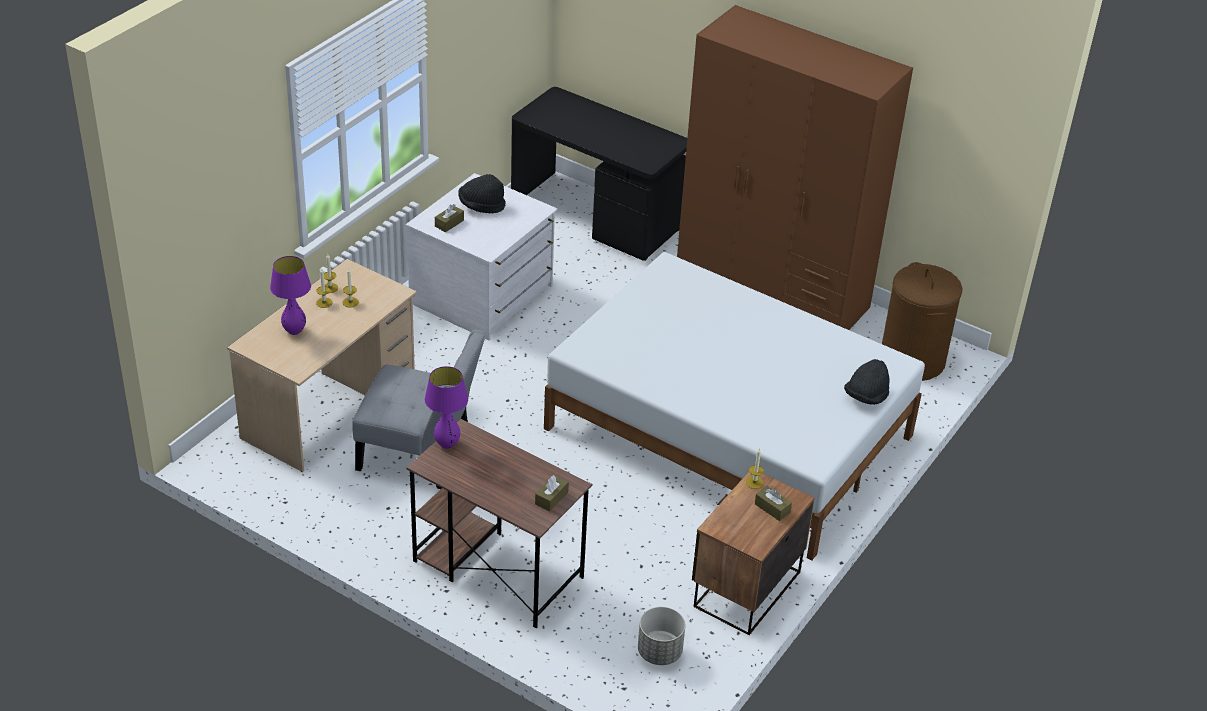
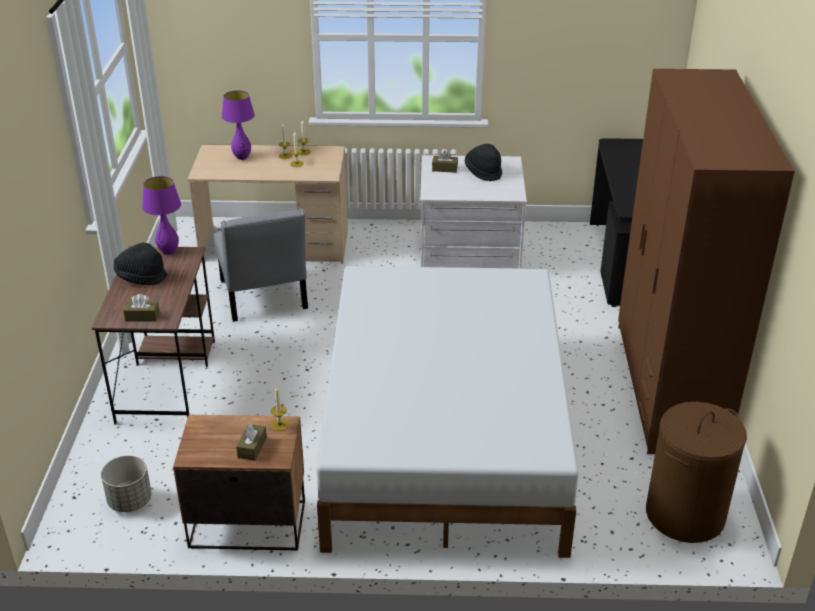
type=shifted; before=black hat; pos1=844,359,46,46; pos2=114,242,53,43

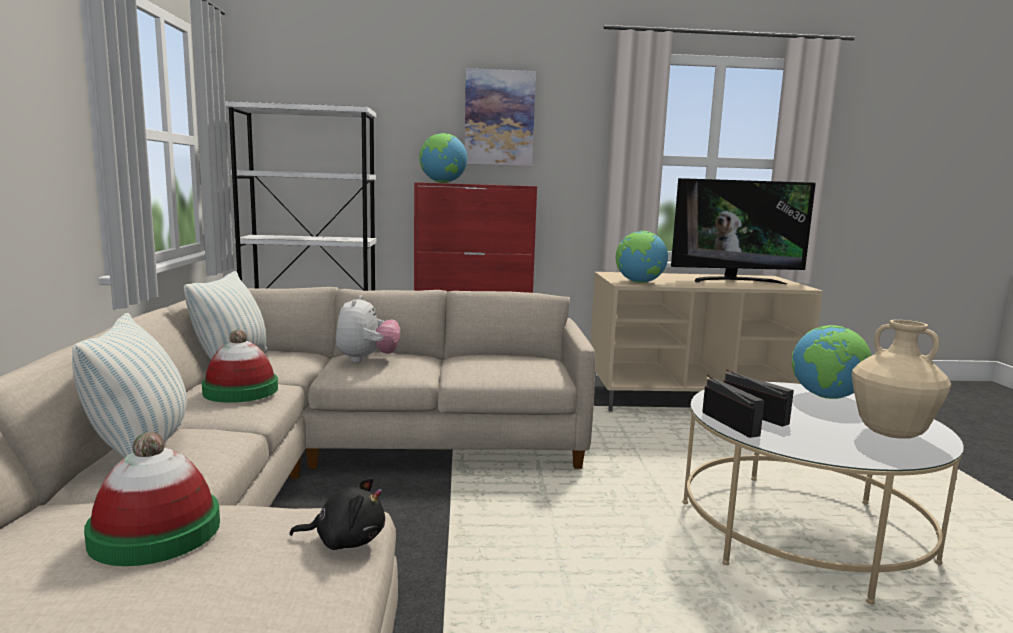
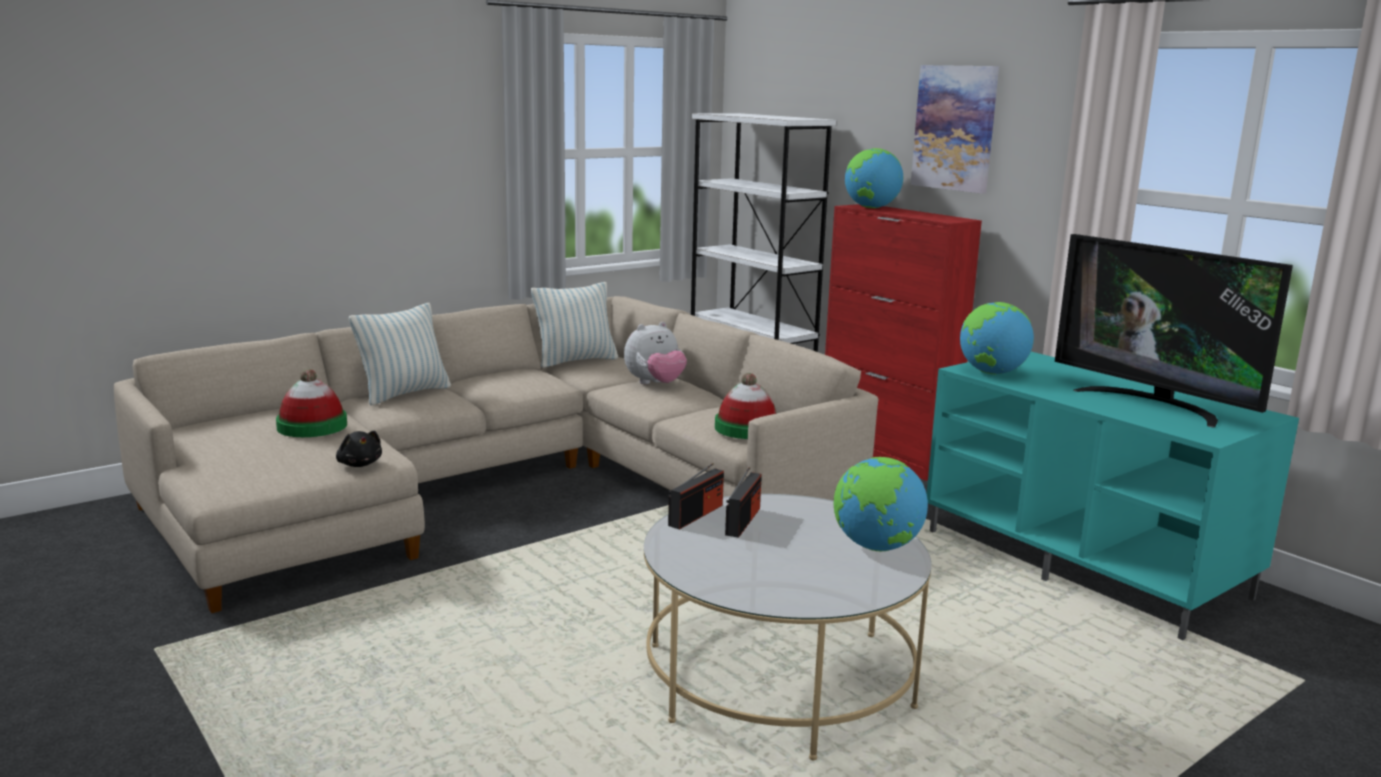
type=shifted; before=hat; pos1=202,330,76,73; pos2=715,373,61,66
type=repainted; before=beige tv stand; after=turquoise tv stand; pos1=591,272,232,139; pos2=927,352,372,288
type=gone; before=beige vase; pos1=852,320,99,119

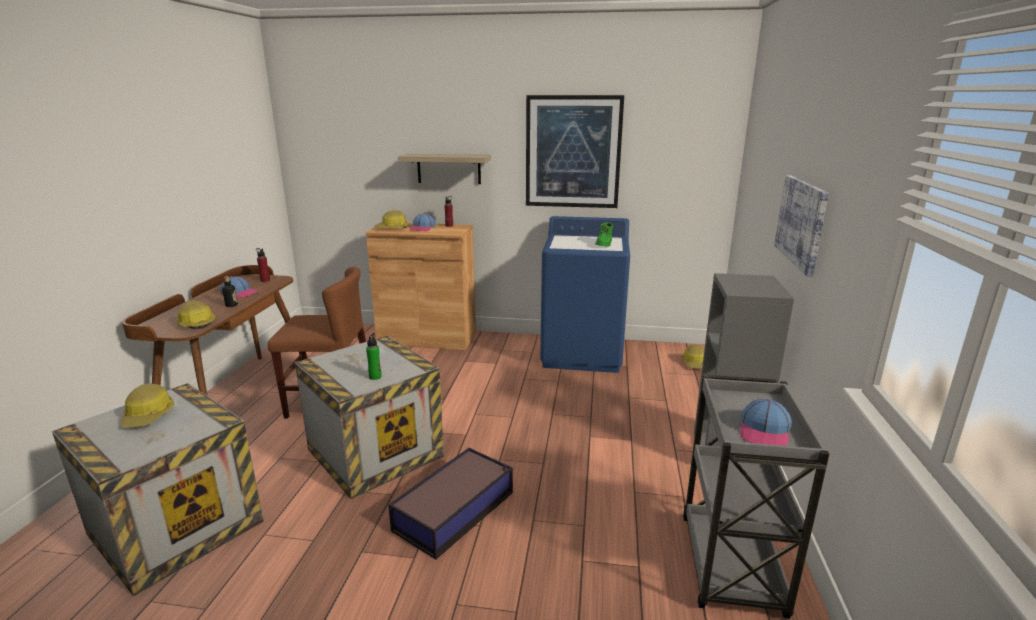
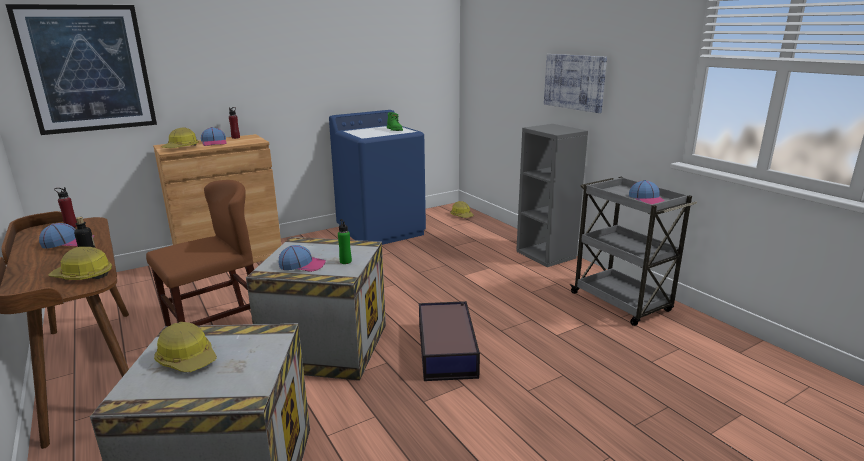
type=shifted; before=picture; pos1=526,95,98,113; pos2=6,4,151,131
type=new; after=cap; pos2=279,245,47,27
type=gone; before=shelf; pos1=398,154,93,30

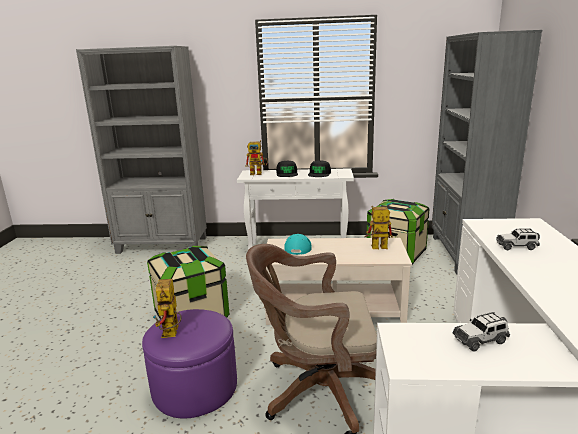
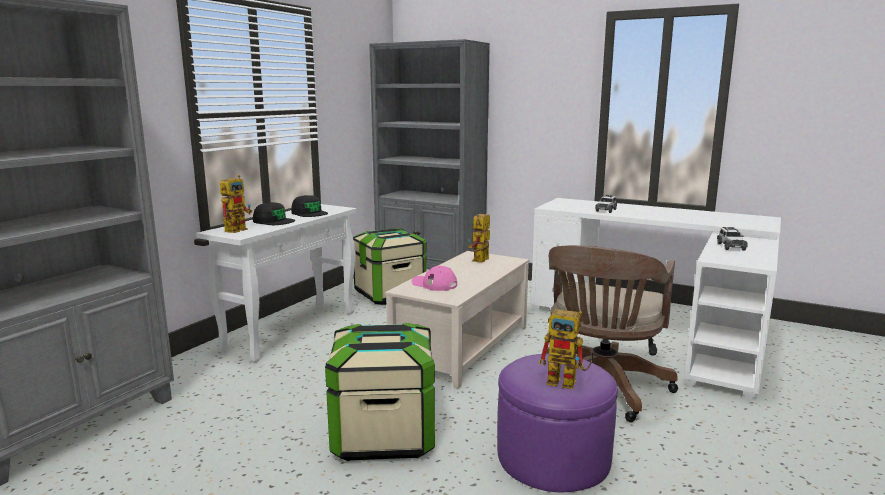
type=repainted; before=turquoise cap; after=pink cap; pos1=284,234,27,21; pos2=412,266,45,25

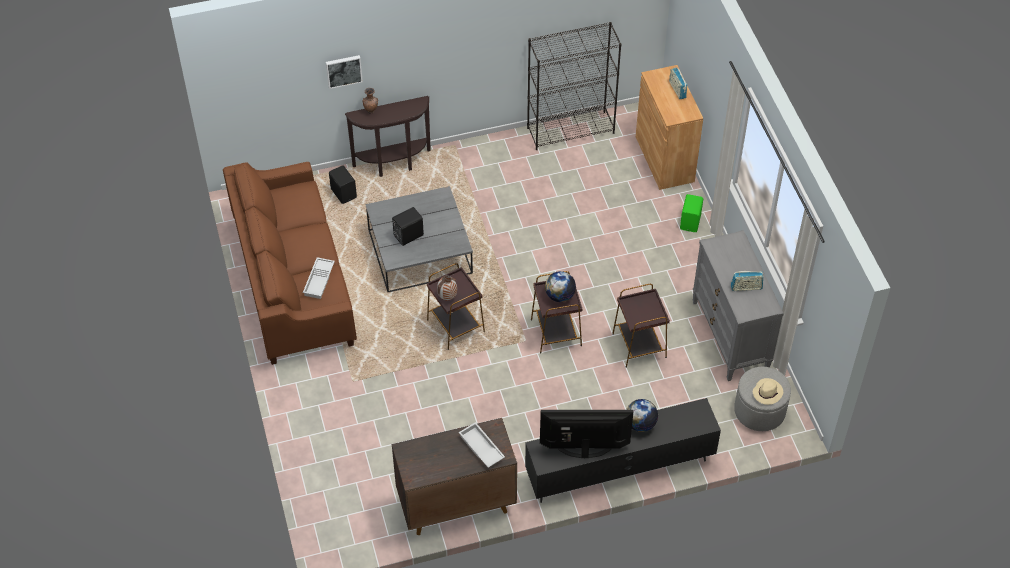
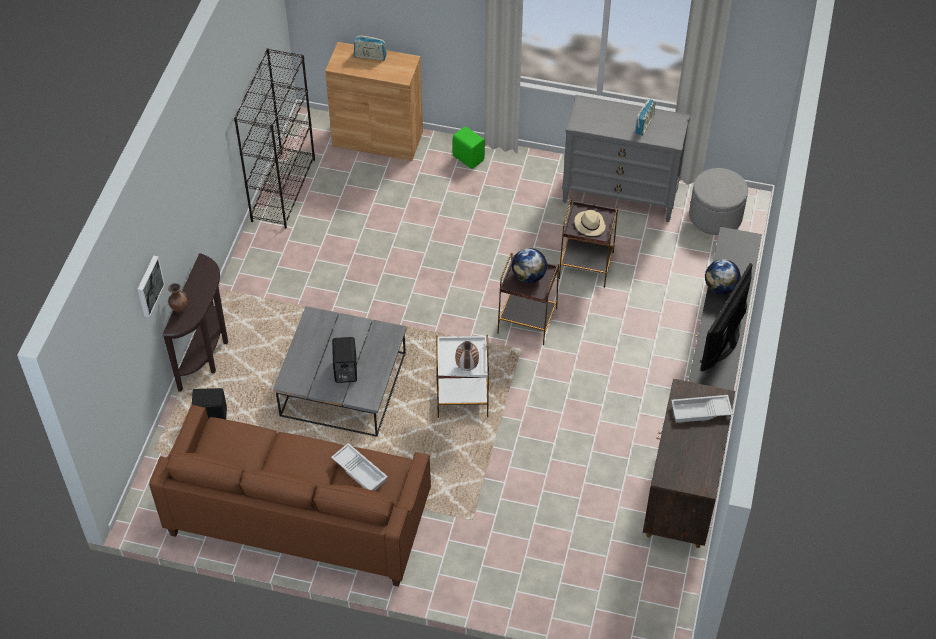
type=repainted; before=brown side table; after=white side table; pos1=427,263,58,87; pos2=436,335,53,84
type=shifted; before=beige hat; pos1=753,378,30,27; pos2=574,210,32,26

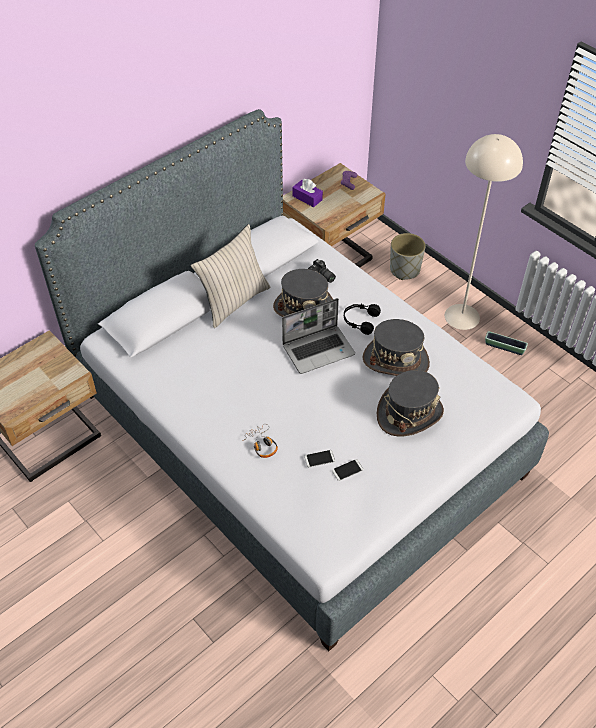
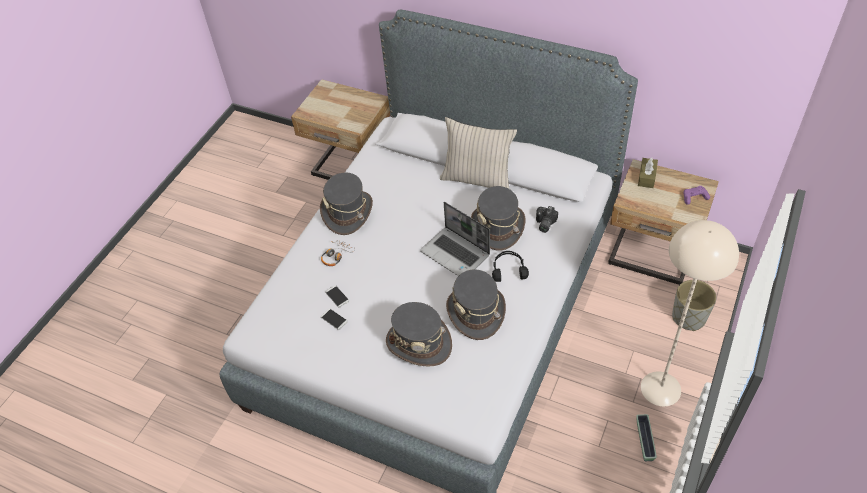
type=new; after=grey hat; pos2=320,172,53,63
type=repainted; before=purple tissue box; after=brown tissue box; pos1=293,179,30,28; pos2=638,157,20,31

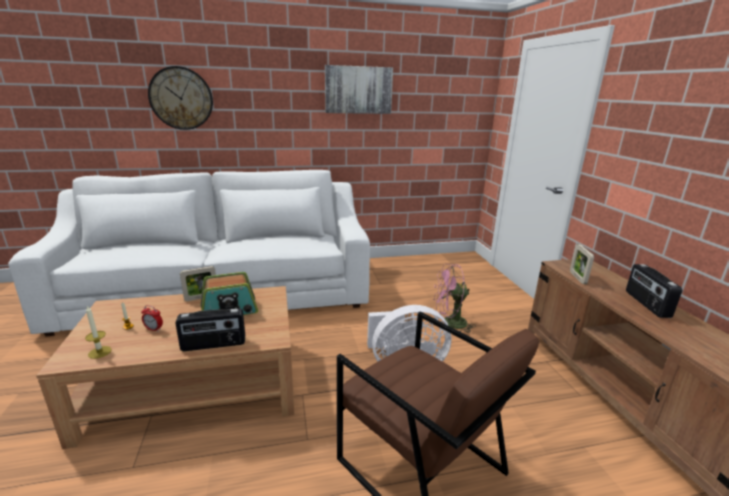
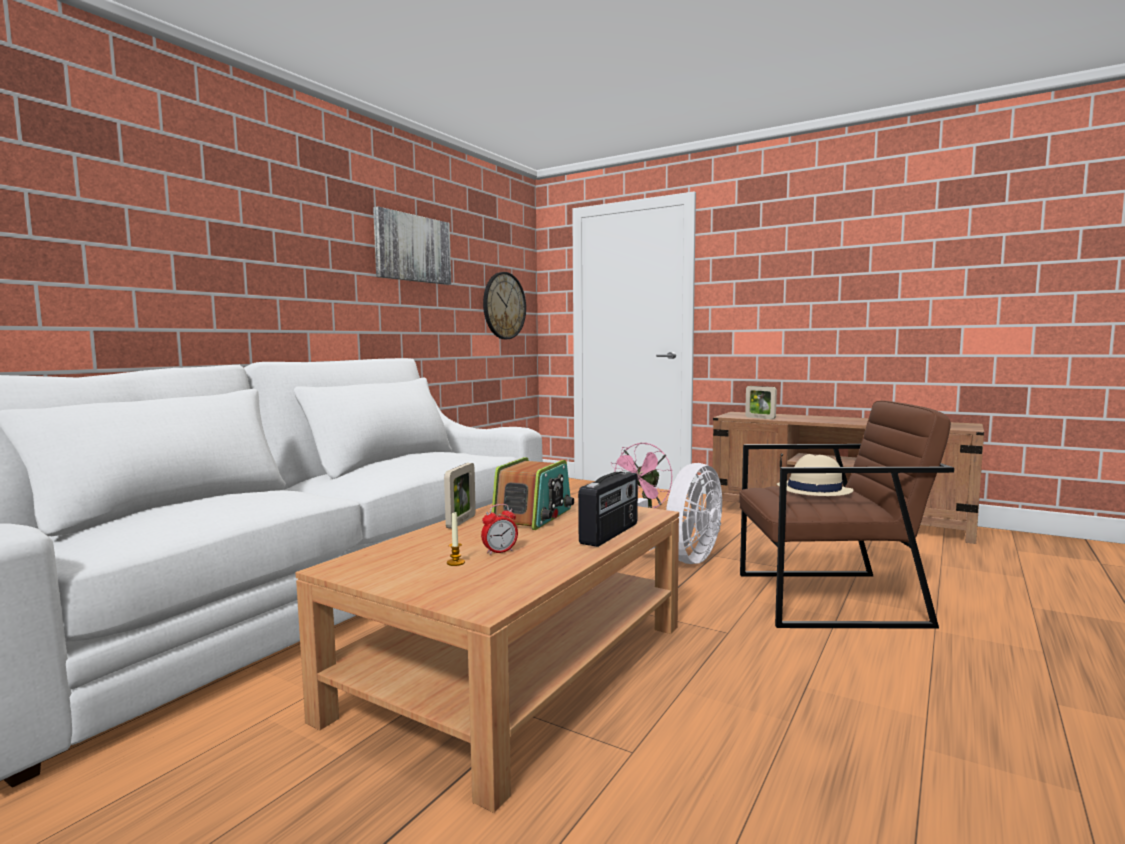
type=shifted; before=wall clock; pos1=148,66,65,64; pos2=483,272,43,67
type=new; after=beige hat; pos2=777,454,76,42
type=gone; before=candle; pos1=85,306,27,53
type=gone; before=radio; pos1=626,264,56,54

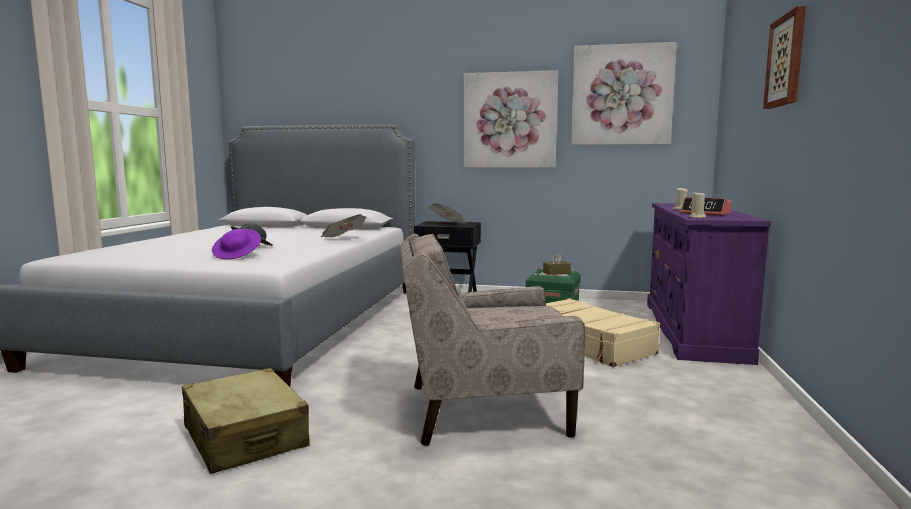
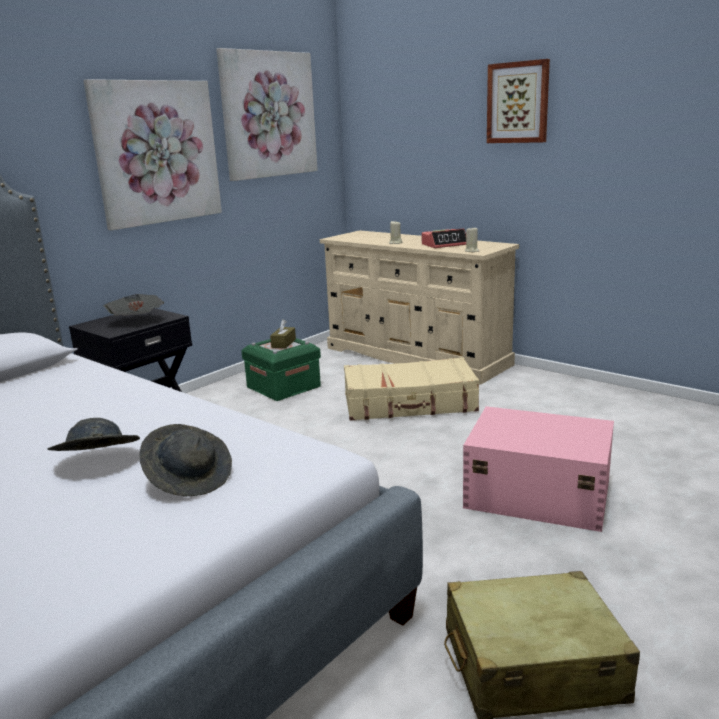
type=repainted; before=purple hat; after=grey hat; pos1=212,229,49,30; pos2=140,424,92,72
type=repainted; before=purple dresser; after=beige dresser; pos1=647,203,124,162; pos2=320,230,199,155
type=swapped; before=beige armchair; after=pink storage box; pos1=400,234,185,212; pos2=463,406,151,126
type=gone; before=newspaper; pos1=320,214,47,23

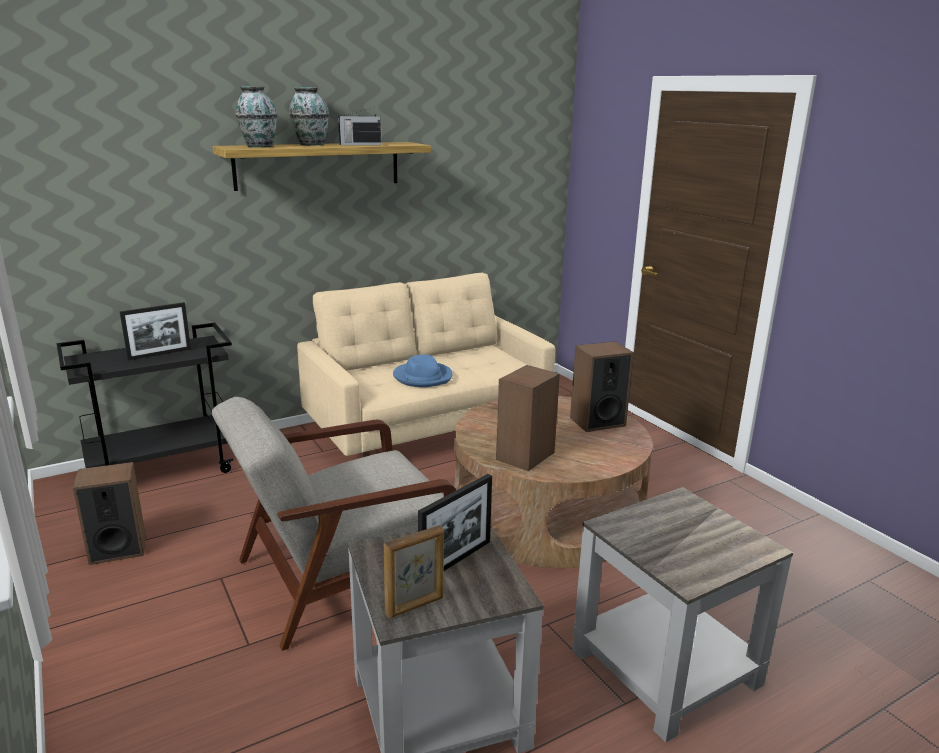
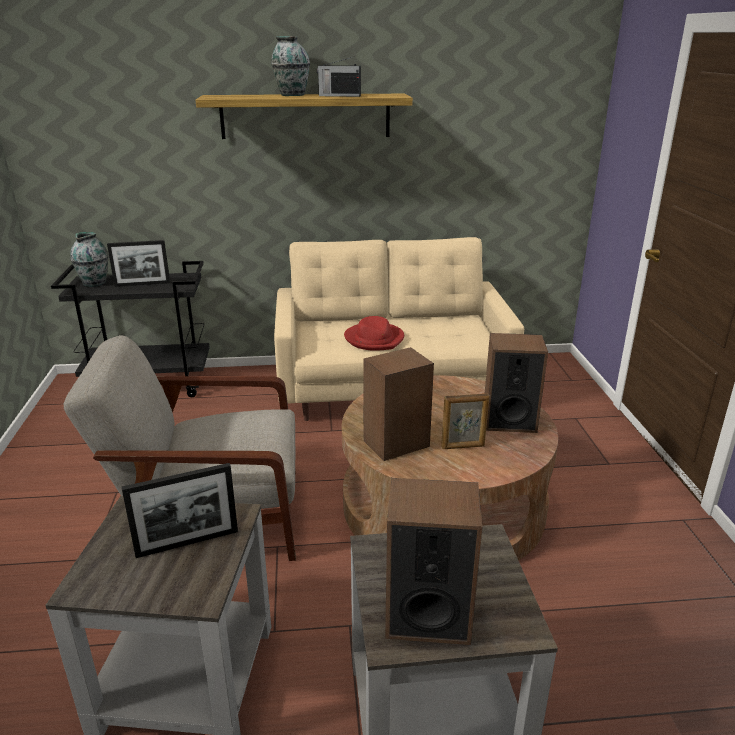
type=shifted; before=vase; pos1=235,86,43,61; pos2=70,232,38,55
type=repainted; before=blue hat; after=red hat; pos1=393,354,59,33; pos2=344,316,60,35
type=shifted; before=speaker; pos1=73,462,73,103; pos2=385,478,97,167
type=shifted; before=picture frame; pos1=383,525,61,93; pos2=441,393,48,56

